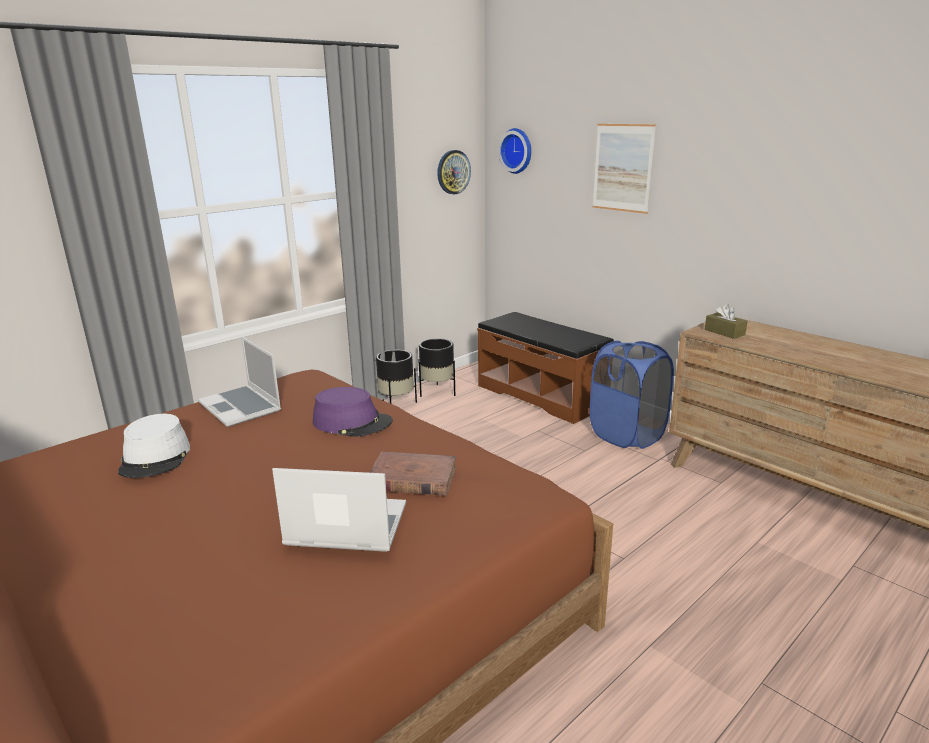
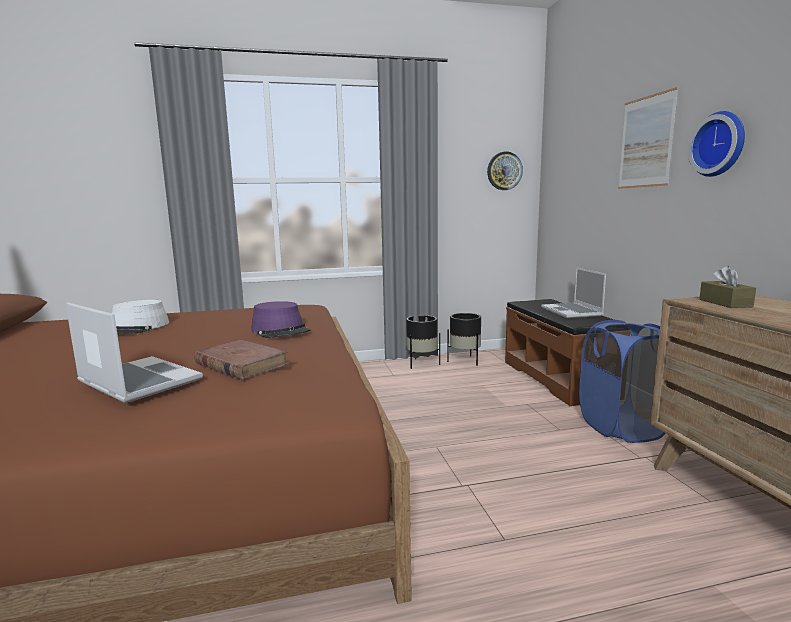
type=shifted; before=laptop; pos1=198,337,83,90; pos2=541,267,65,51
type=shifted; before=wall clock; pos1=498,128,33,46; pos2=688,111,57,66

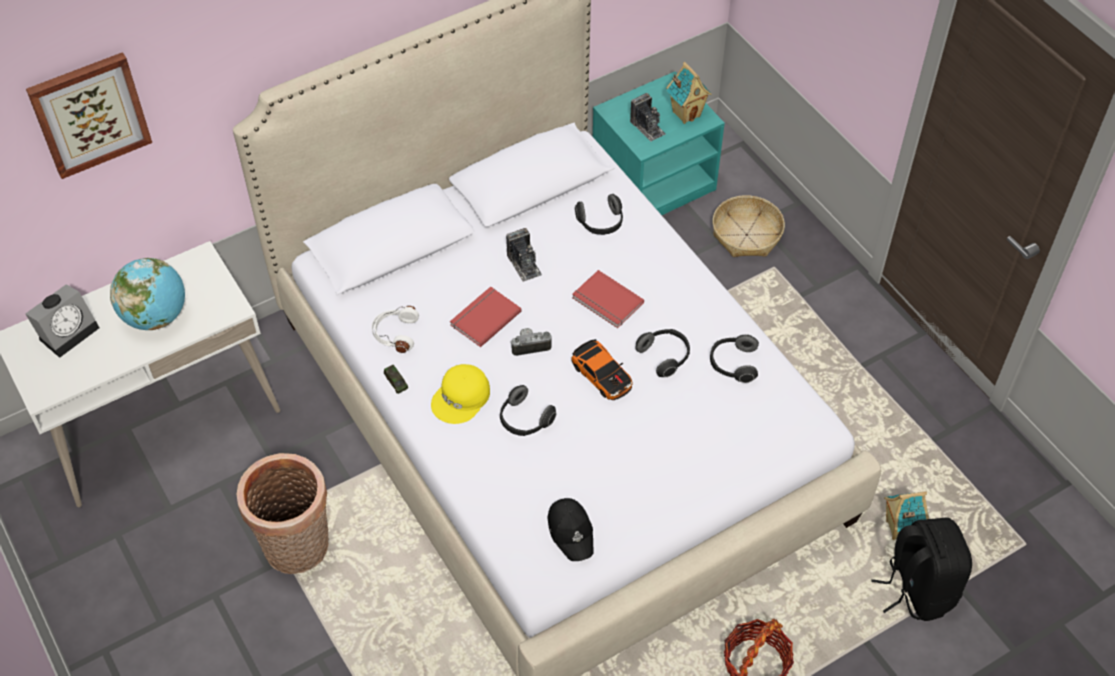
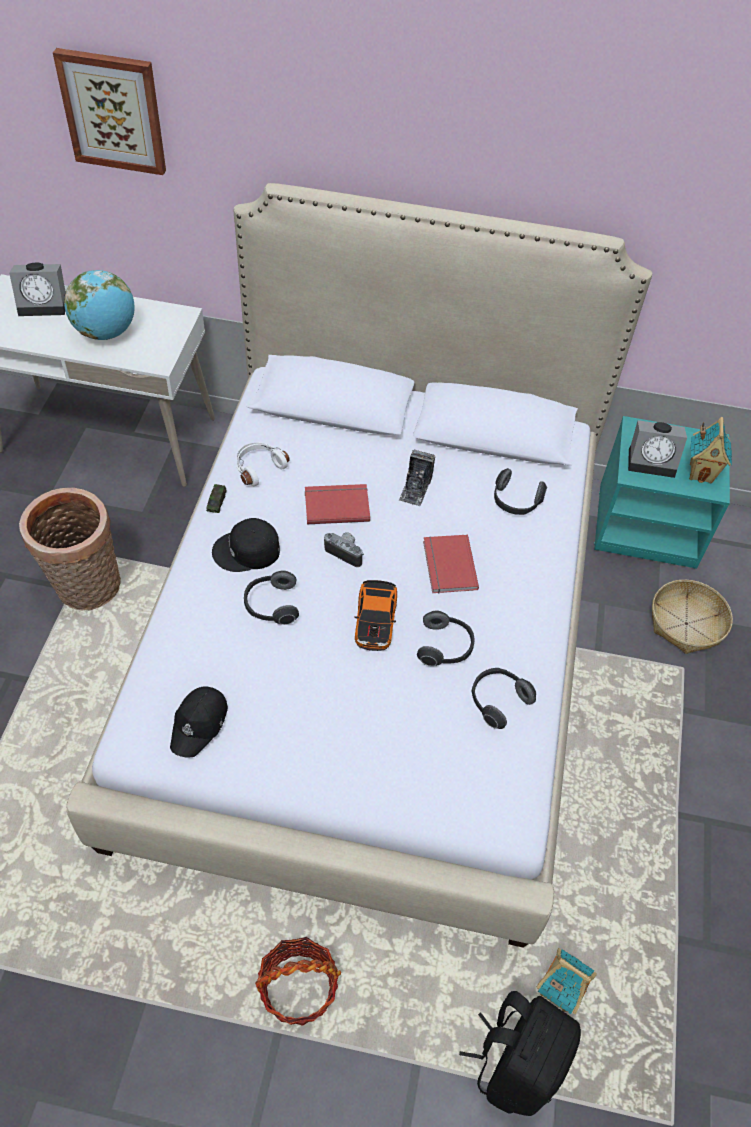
type=repainted; before=yellow cap; after=black cap; pos1=431,364,59,60; pos2=212,518,68,54
type=swapped; before=photo camera; after=alarm clock; pos1=630,93,36,49; pos2=628,420,59,58

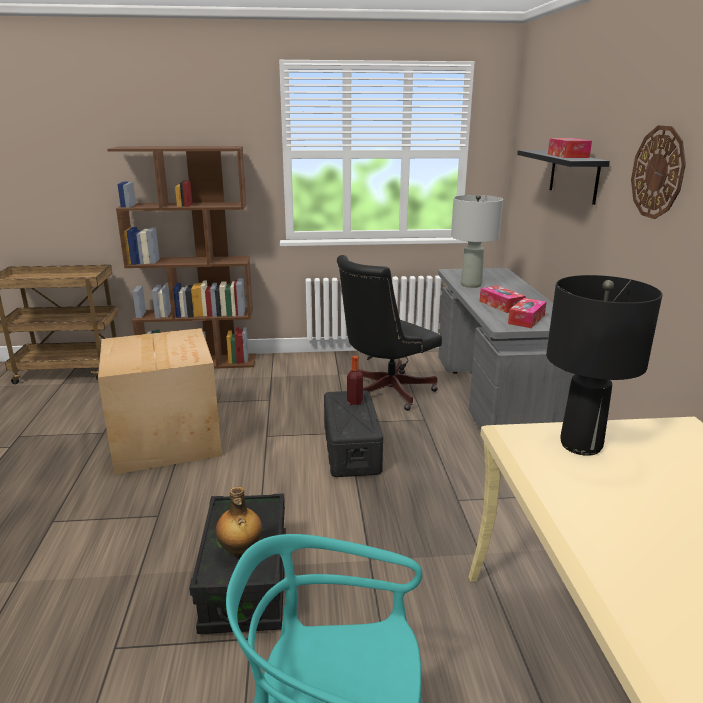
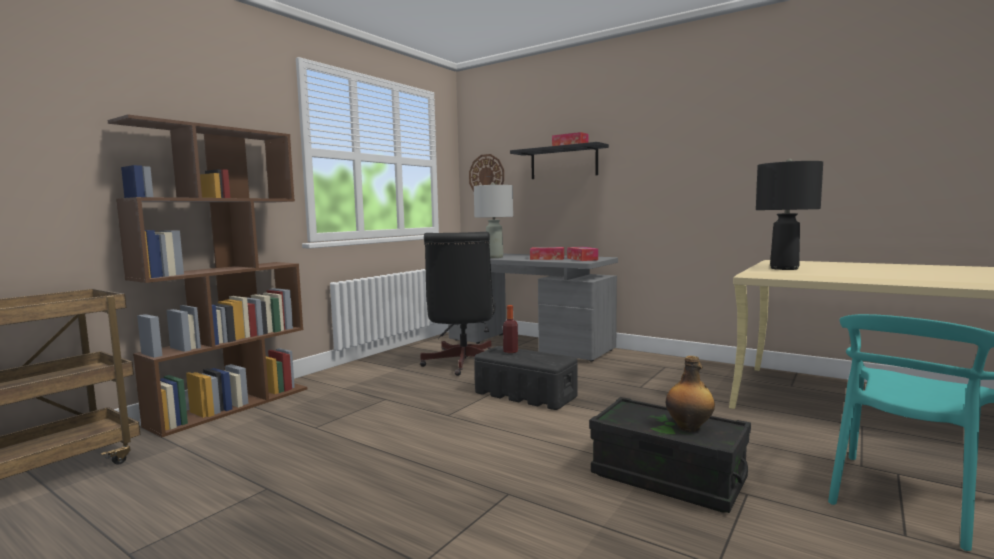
type=shifted; before=wall clock; pos1=631,125,55,94; pos2=469,154,35,38
type=gone; before=cardboard box; pos1=98,328,124,147

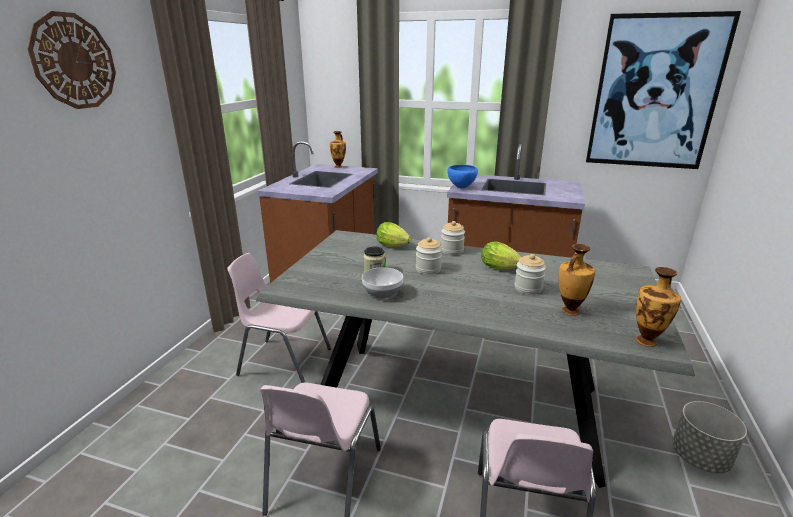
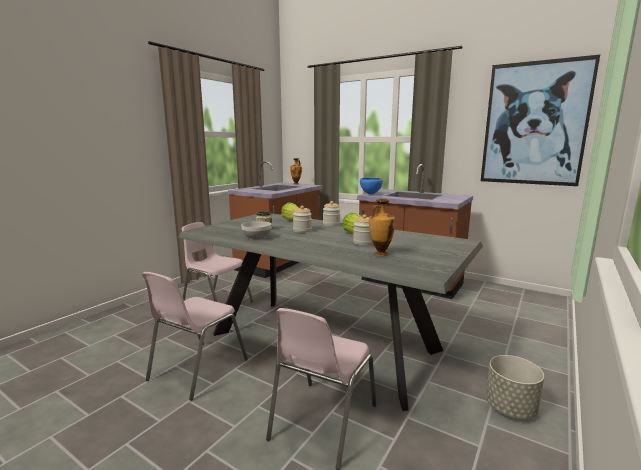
type=gone; before=wall clock; pos1=27,11,89,98
type=gone; before=vase; pos1=636,267,45,80

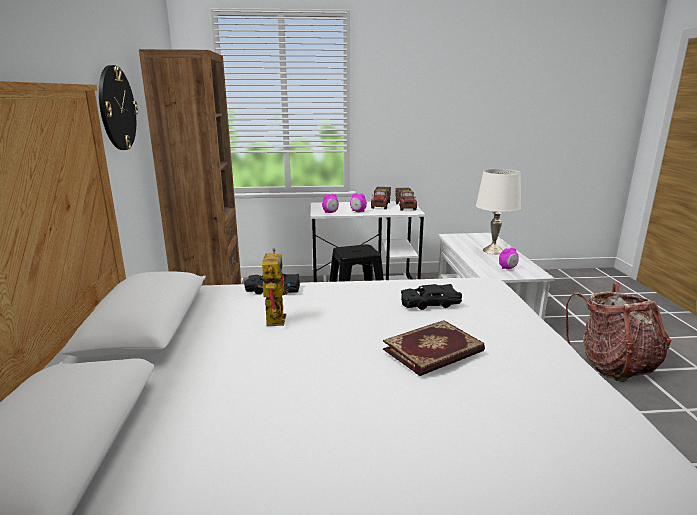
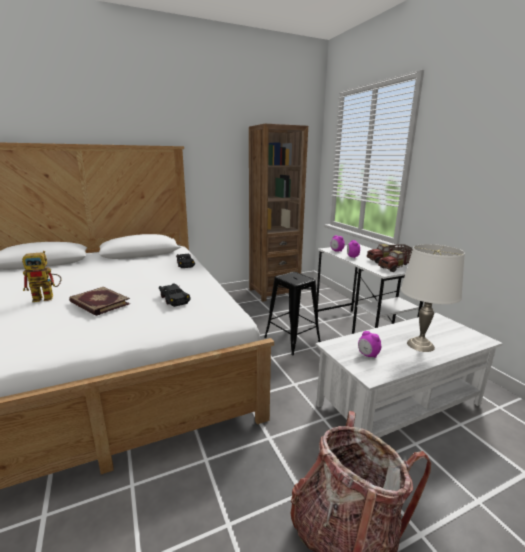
type=shifted; before=toy robot; pos1=258,248,32,78; pos2=22,251,39,51
type=gone; before=wall clock; pos1=99,65,39,85

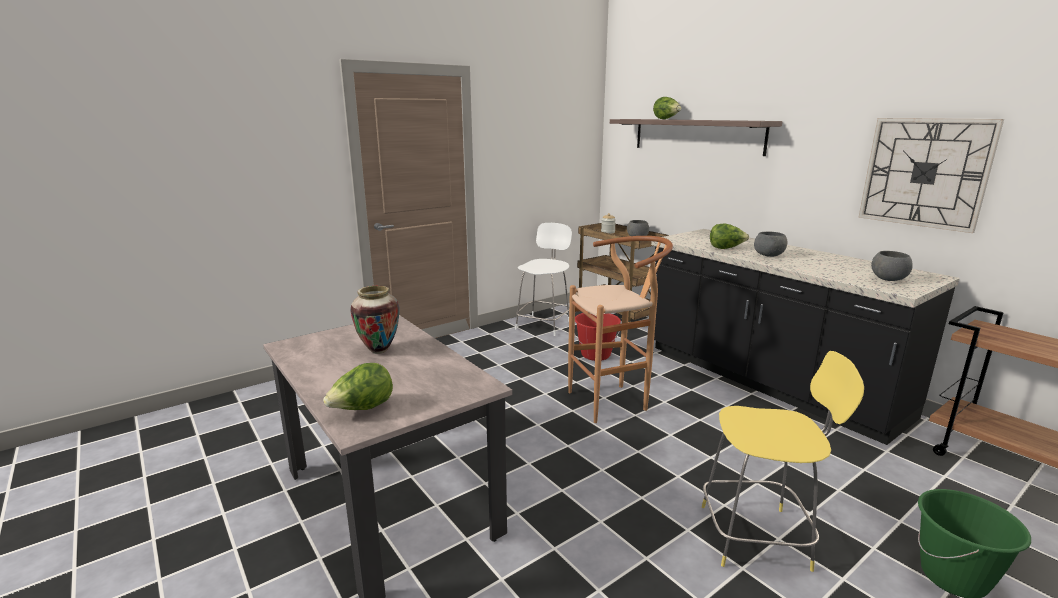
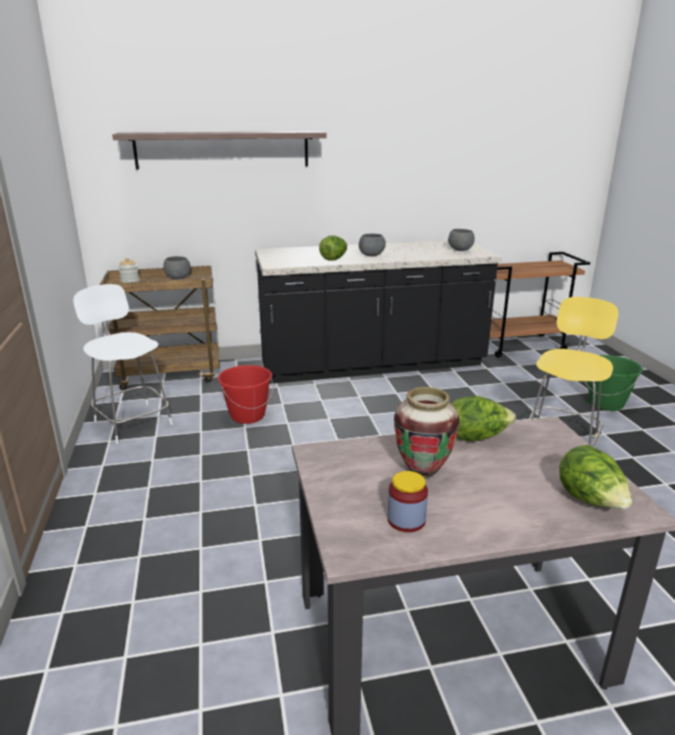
type=new; after=jar; pos2=388,471,40,61
type=shifted; before=lettuce; pos1=653,97,28,22; pos2=452,396,64,45
type=gone; before=brown stool; pos1=568,236,105,187
type=gone; before=wall clock; pos1=858,118,146,115

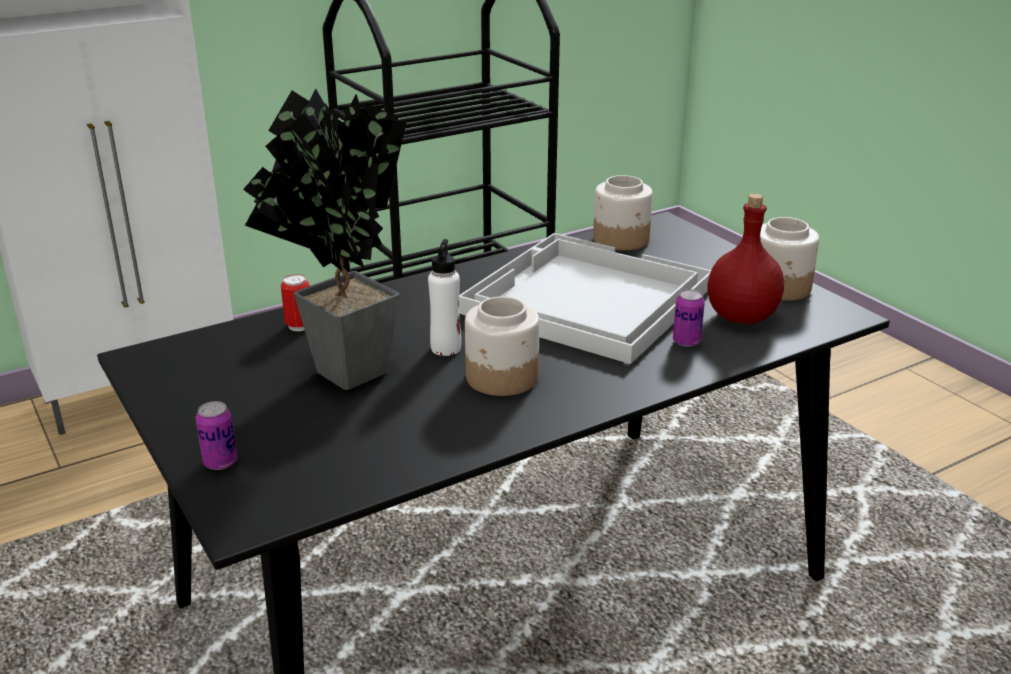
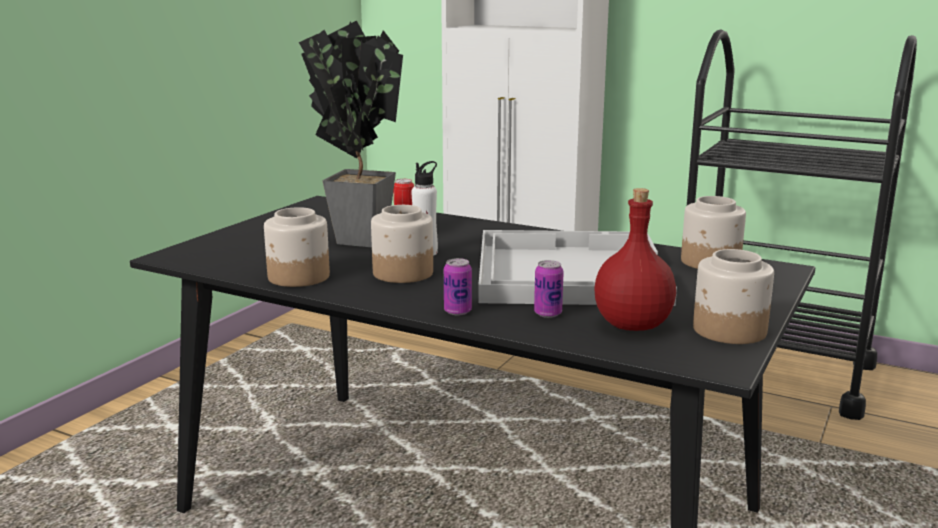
type=new; after=jar; pos2=264,207,66,80
type=shifted; before=can; pos1=196,401,41,69; pos2=444,258,28,57

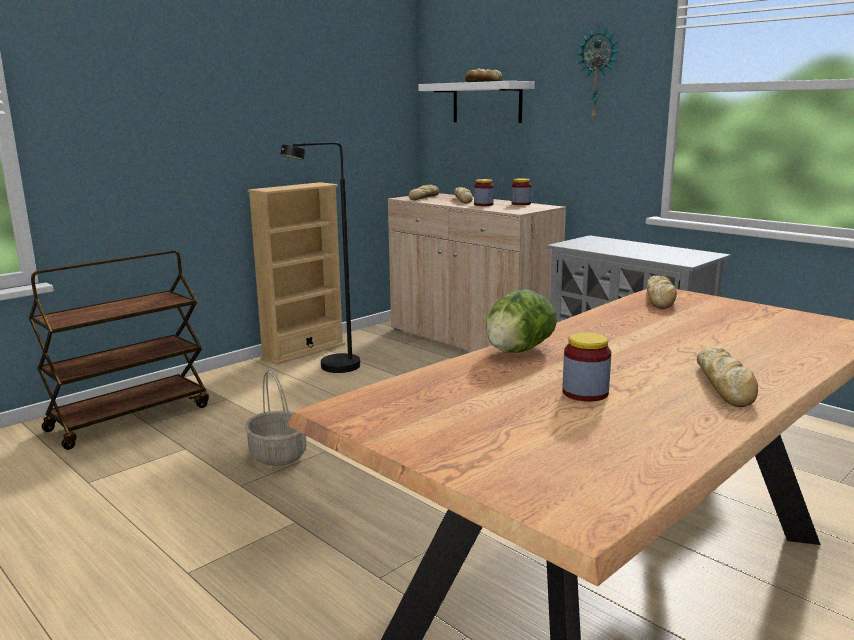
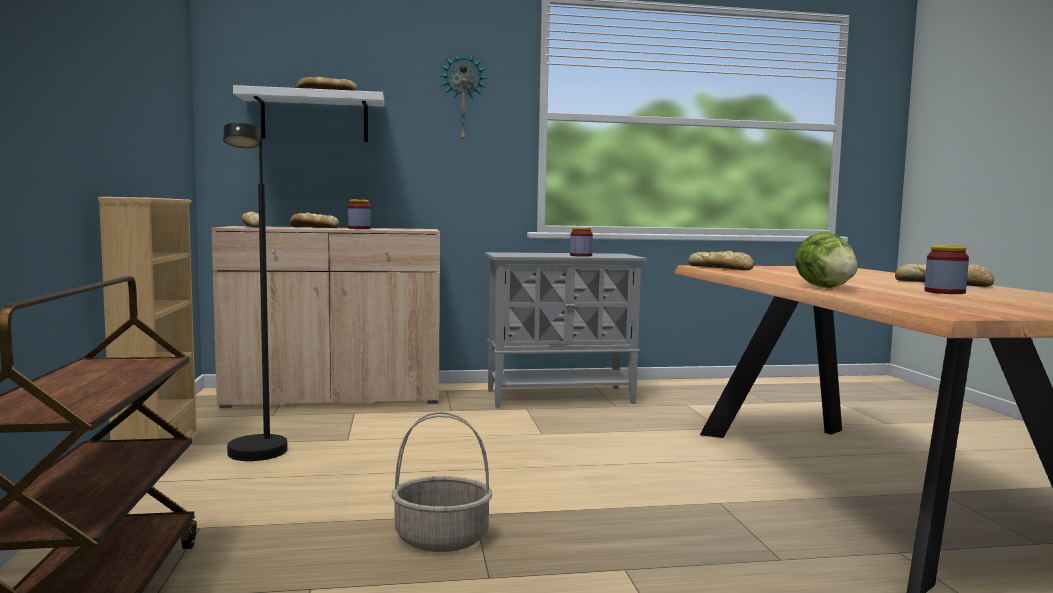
type=shifted; before=jar; pos1=512,178,19,27; pos2=570,227,23,30

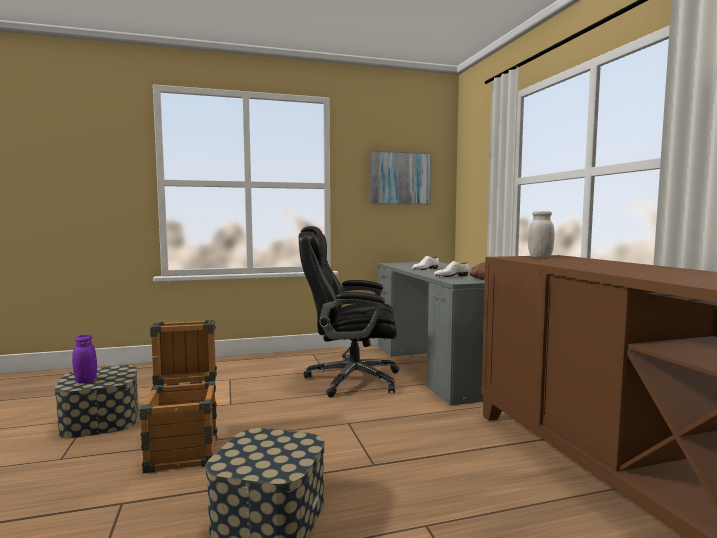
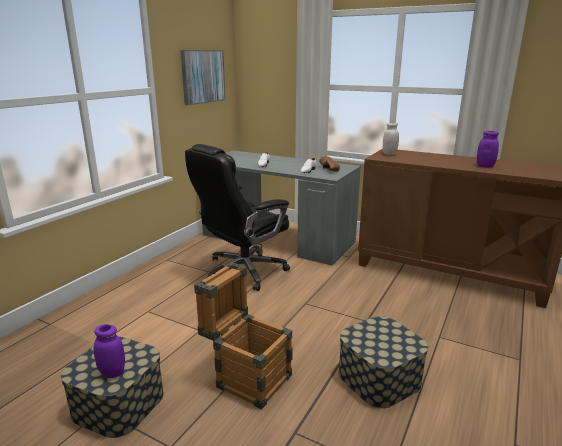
type=new; after=purple jar; pos2=477,131,22,37

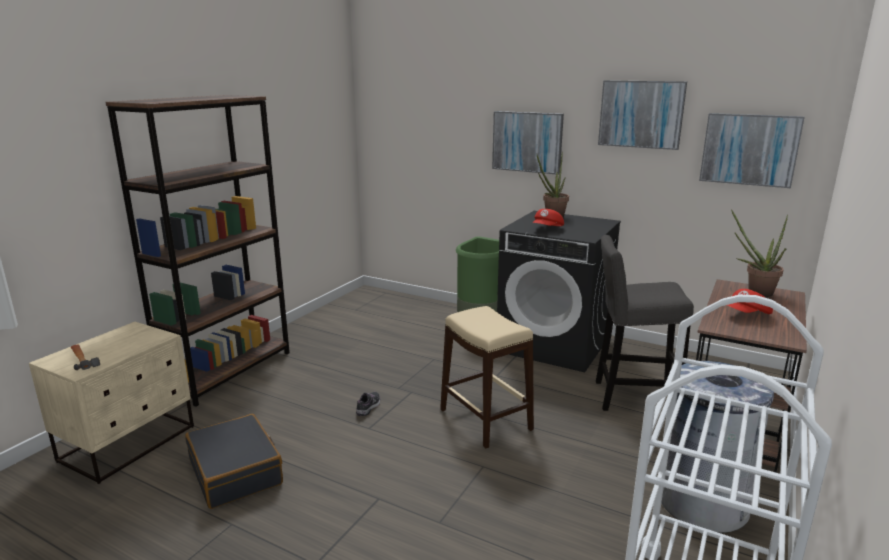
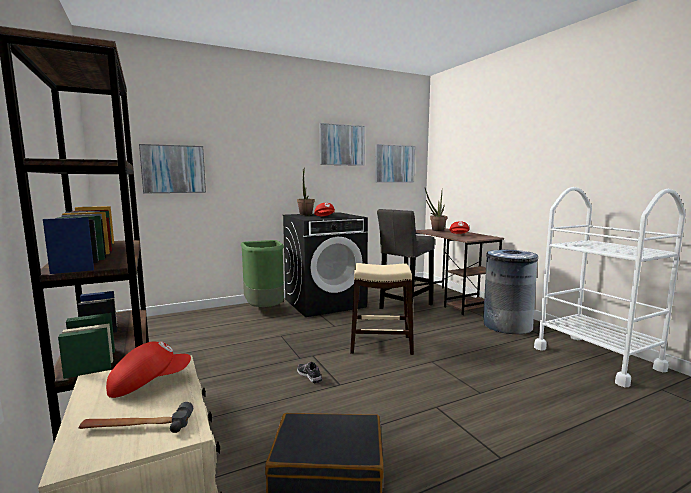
type=new; after=red cap; pos2=106,341,85,57
type=shifted; before=picture; pos1=492,111,72,64; pos2=139,144,67,50

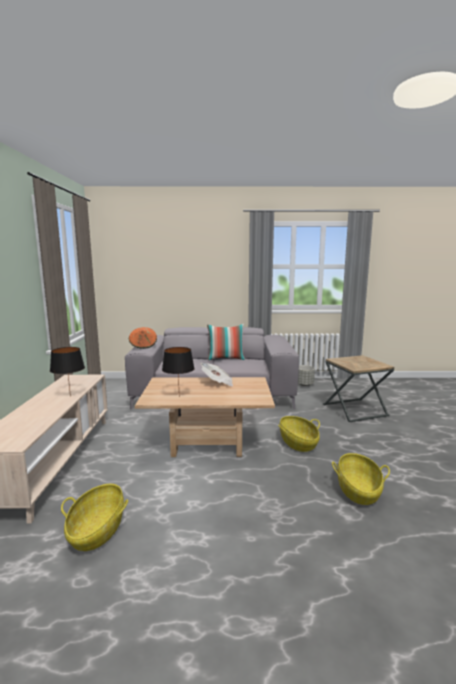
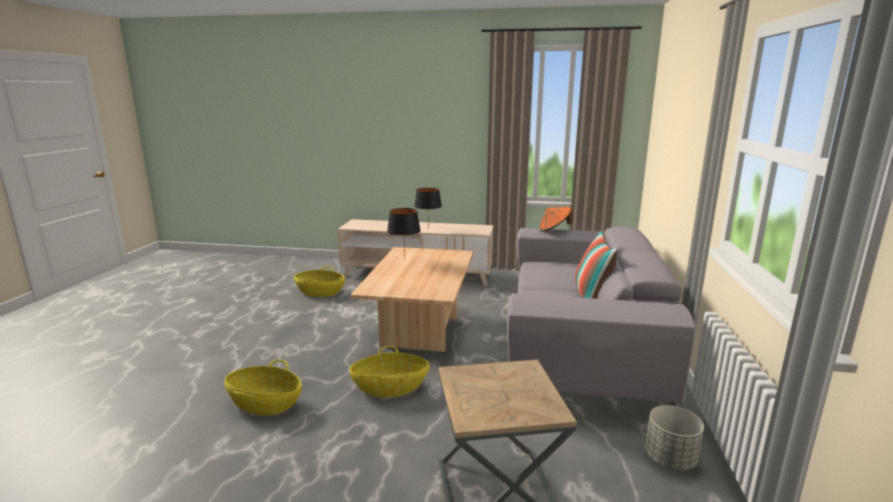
type=gone; before=newspaper; pos1=201,363,32,23

